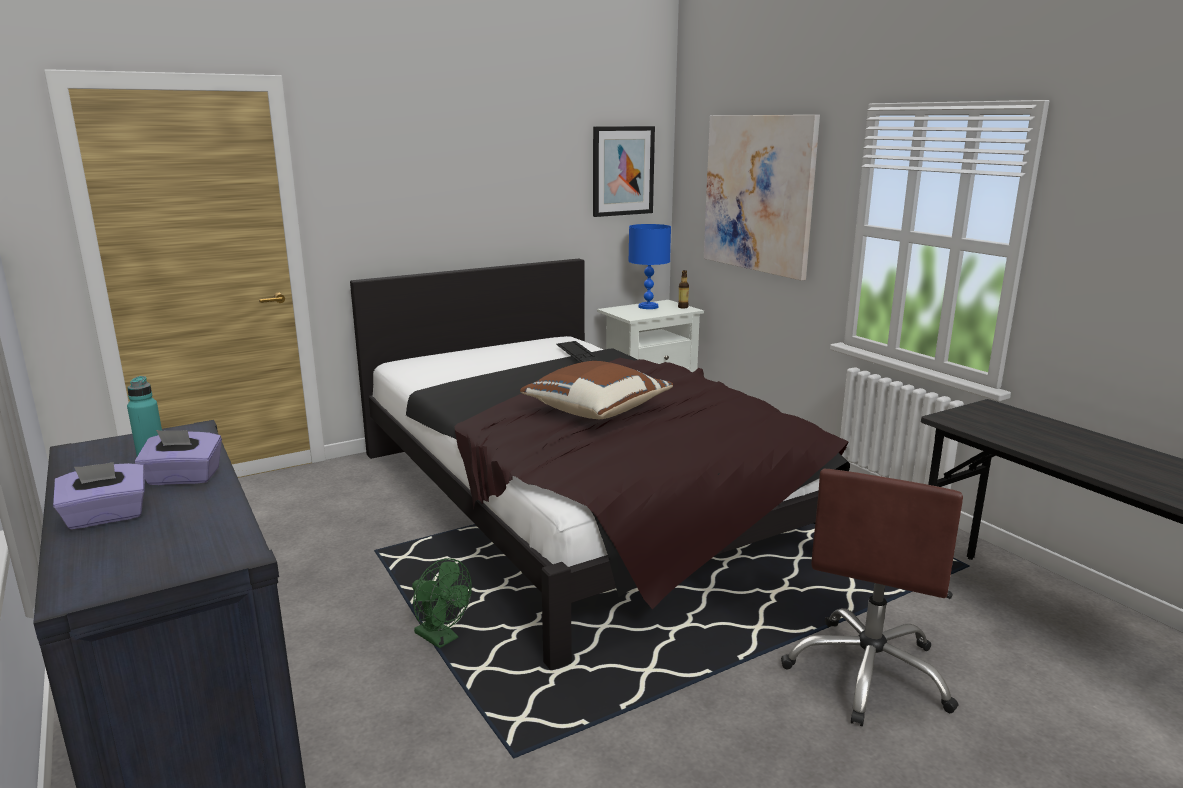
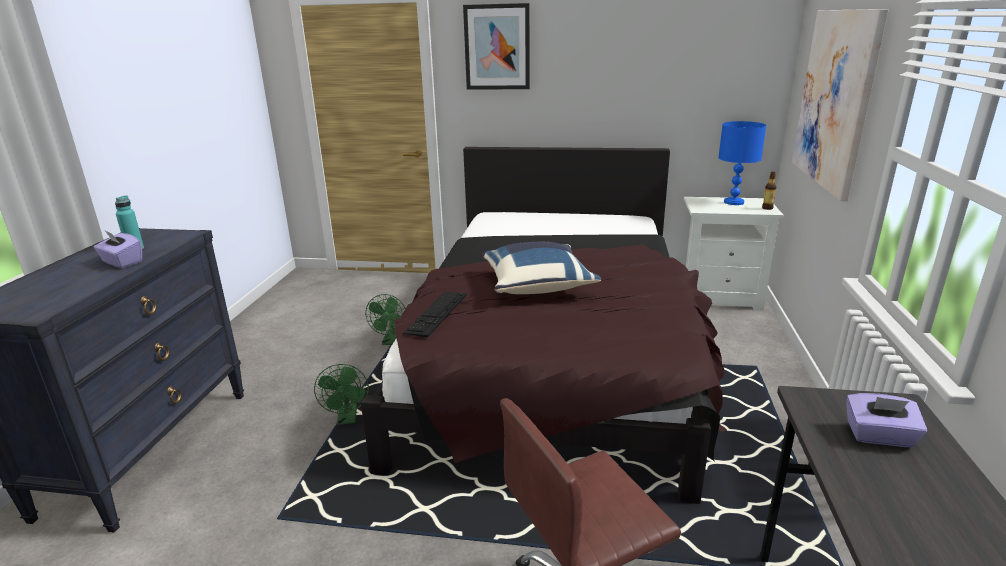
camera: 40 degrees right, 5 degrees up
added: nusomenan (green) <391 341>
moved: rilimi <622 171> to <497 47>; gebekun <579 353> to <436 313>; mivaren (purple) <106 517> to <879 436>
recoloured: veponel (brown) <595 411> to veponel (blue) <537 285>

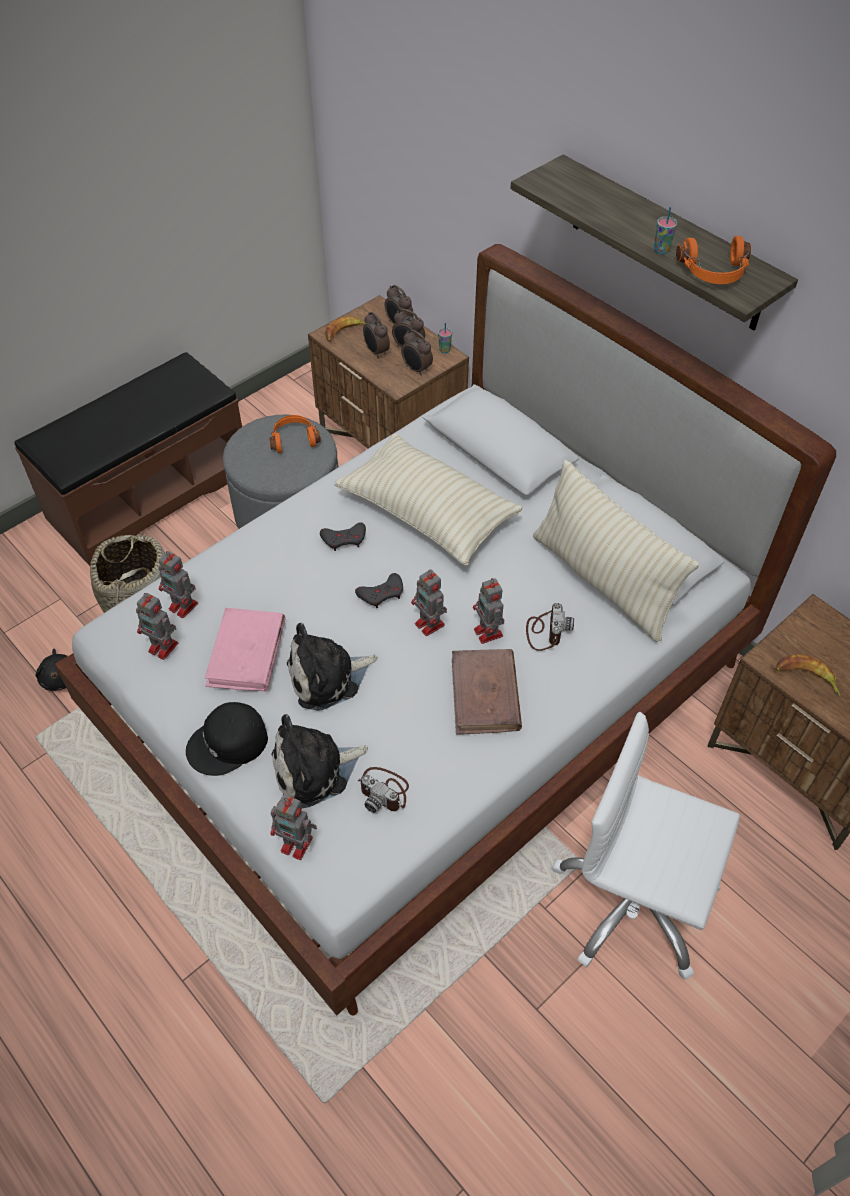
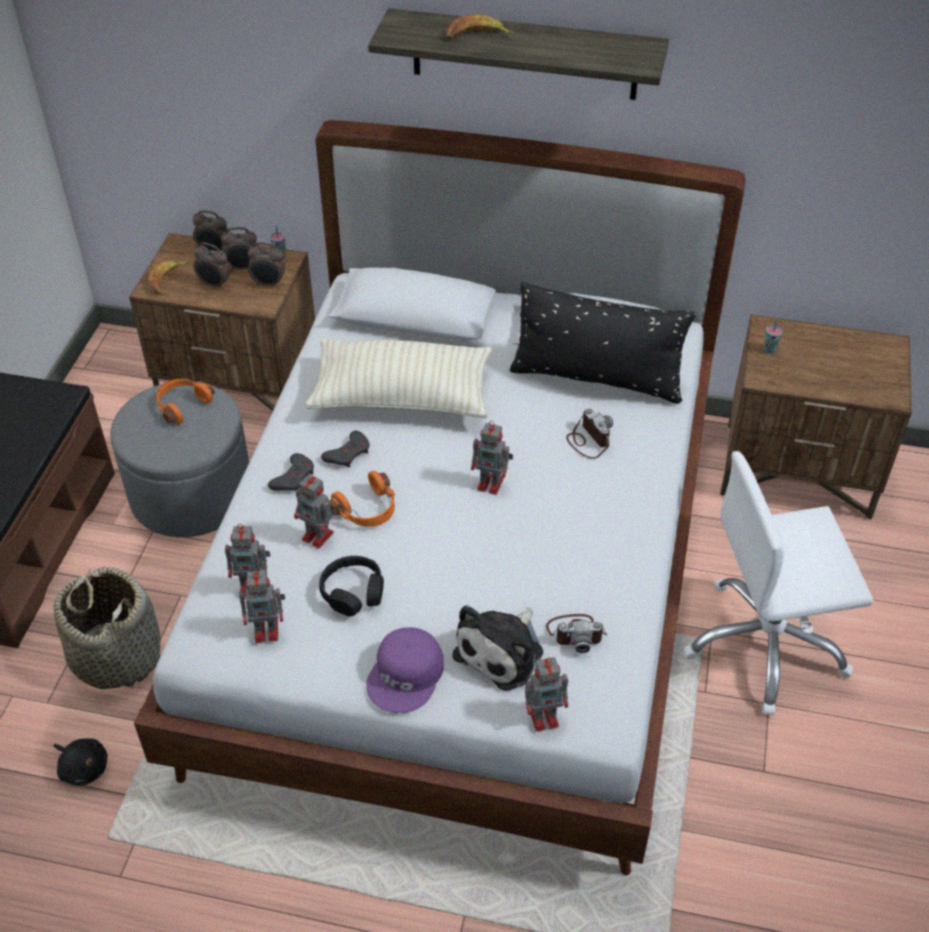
camera: 35 degrees left, 5 degrees down
removed: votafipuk <328 677>; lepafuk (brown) <485 695>
moved: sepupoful <661 250> to <769 350>; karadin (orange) <713 273> to <368 510>; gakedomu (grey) <382 593> to <293 477>; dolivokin <489 634> to <319 536>; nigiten <806 677> to <477 35>
replaced: lepafuk (pink) <247 653> to karadin (black) <353 592>
recoloured: veponel (beige) <603 581> to veponel (black) <596 379>; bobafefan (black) <228 744> to bobafefan (purple) <407 675>

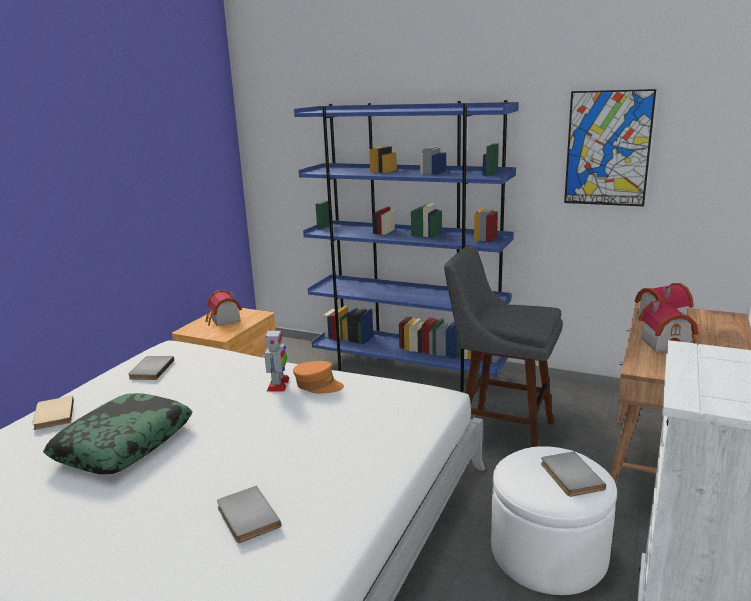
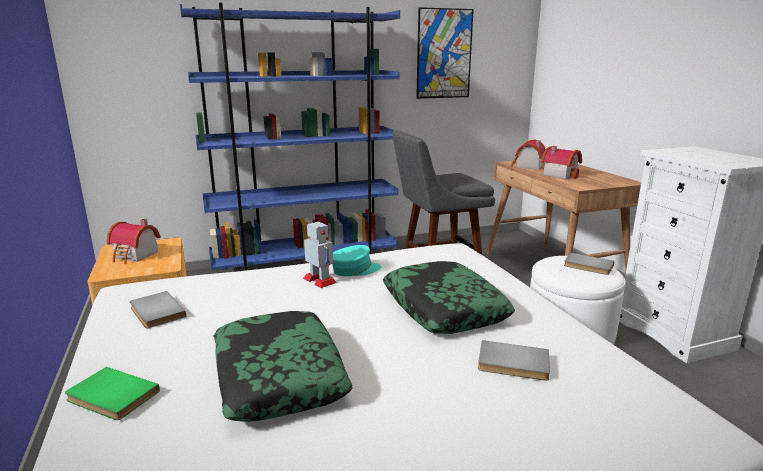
camera: 45 degrees left, 0 degrees up
added: veponel <443 308>
recoloured: bobafefan (orange) <318 385> to bobafefan (turquoise) <355 270>; lepafuk (beige) <52 415> to lepafuk (green) <110 397>

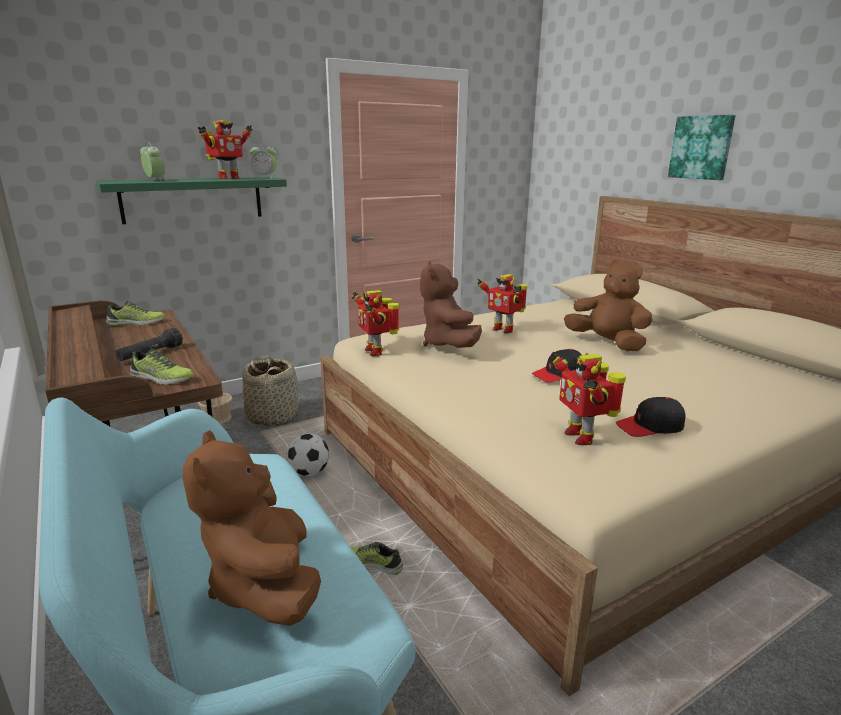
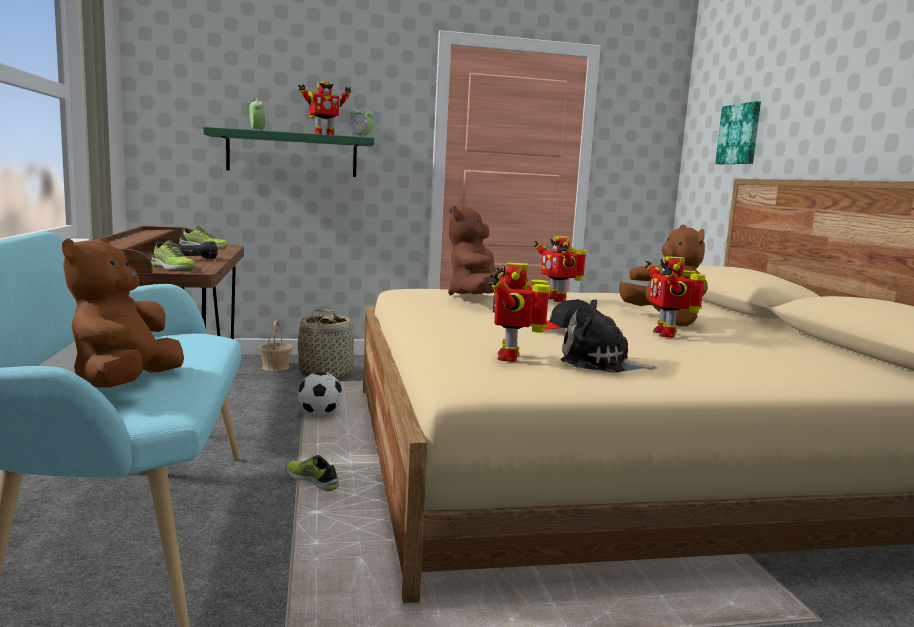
camera: 20 degrees right, 10 degrees down
moved: rilimi <701 147> to <740 134>; dolivokin <375 351> to <666 334>
replaced: bobafefan (black) <650 427> to votafipuk <600 363>

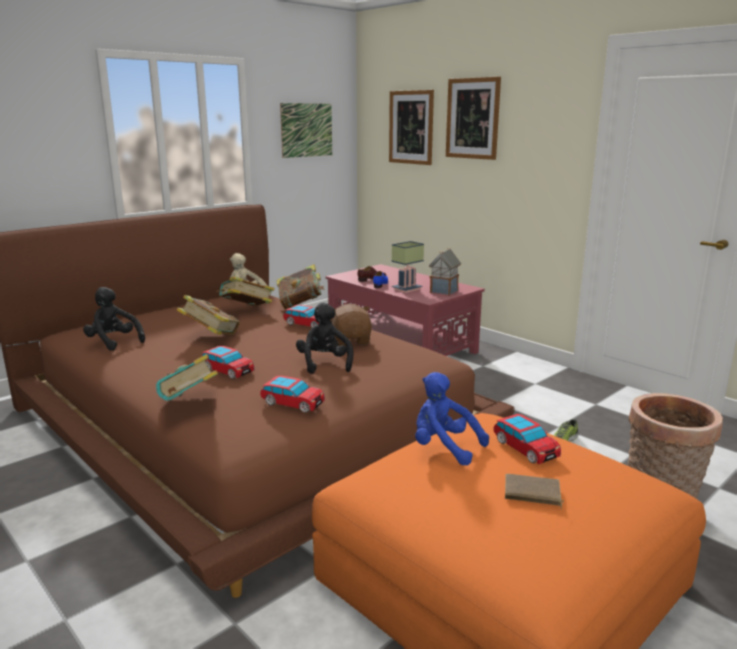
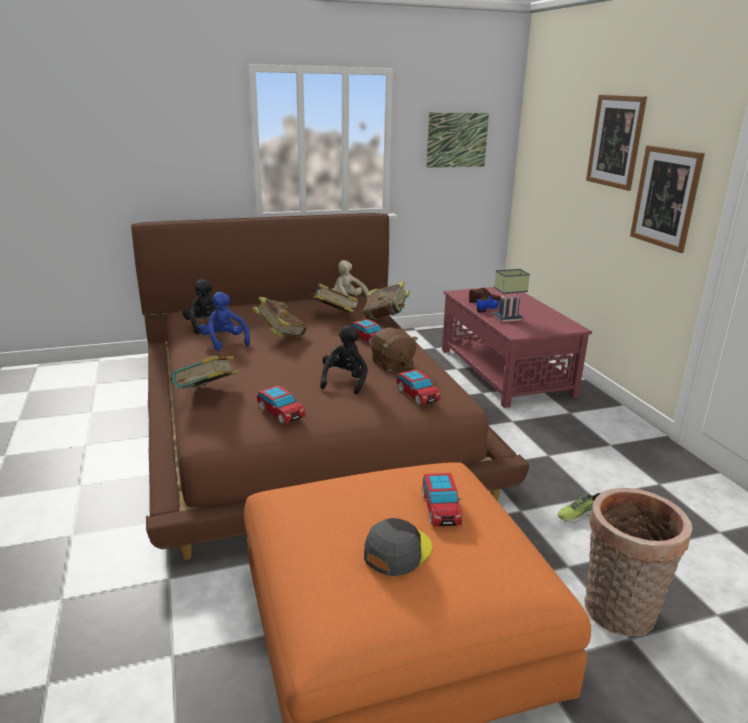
camera: 25 degrees right, 5 degrees up
removed: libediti <444 291>
moved: rilimi <411 127> to <665 197>; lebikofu <227 370> to <417 395>; votafipuk (blue) <444 448> to <224 342>
replaced: lepafuk (brown) <532 494> to bobafefan (grey) <397 551>
turned: votafipuk (brown) <351 341> = <392 364> 135 degrees clockwise

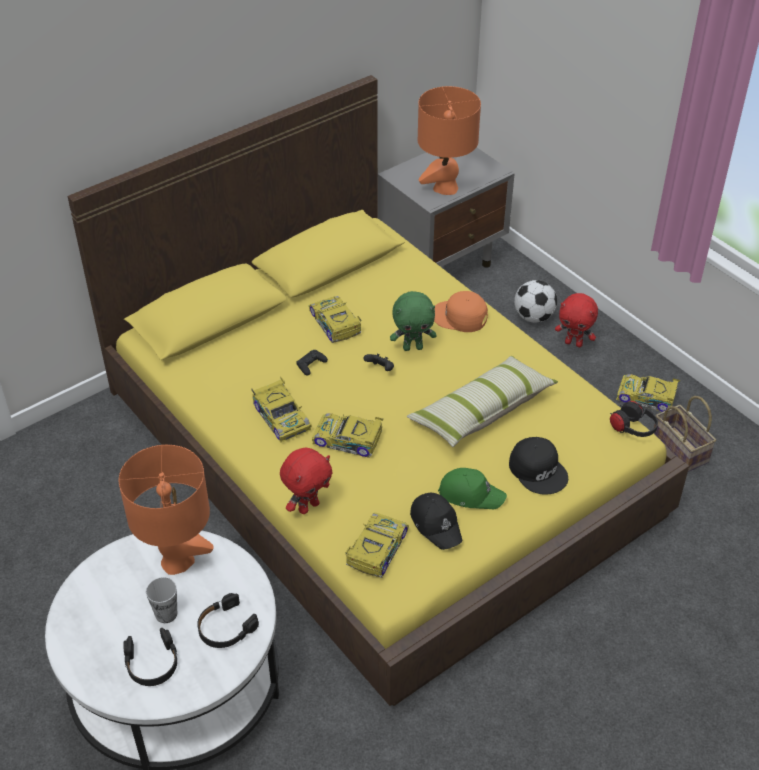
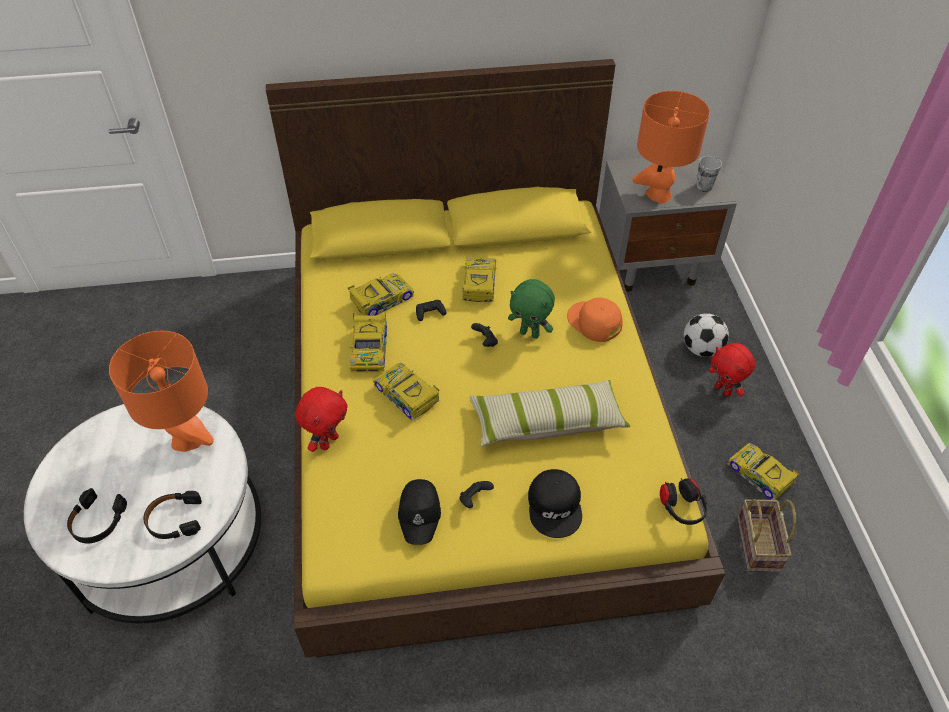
camera: 30 degrees right, 5 degrees up
moved: lebikofu <376 550> to <381 300>; sepupoful <166 614> to <704 187>
replaced: bobafefan (green) <470 494> to gakedomu (black) <474 499>
turned: votafipuk (red) <308 506> = <328 441> 45 degrees counterclockwise

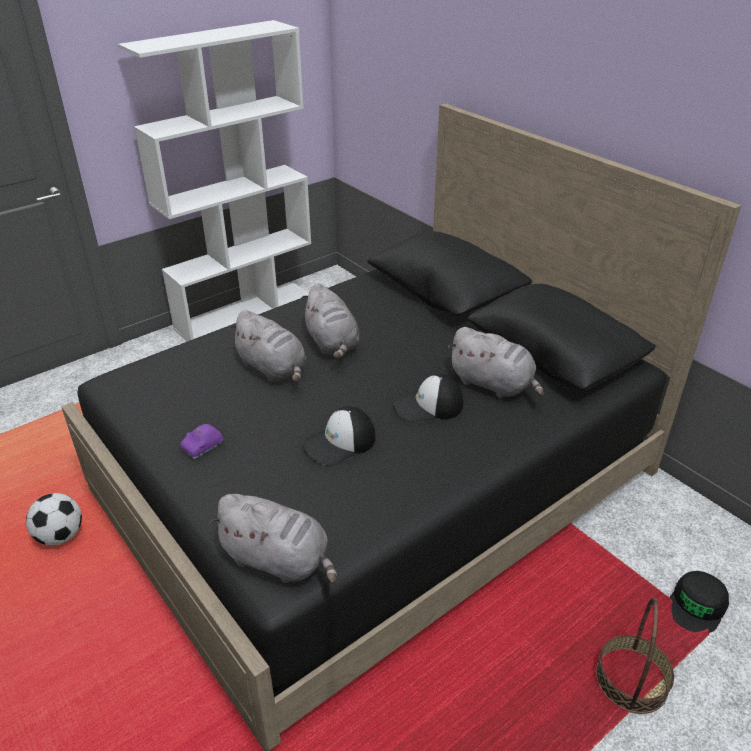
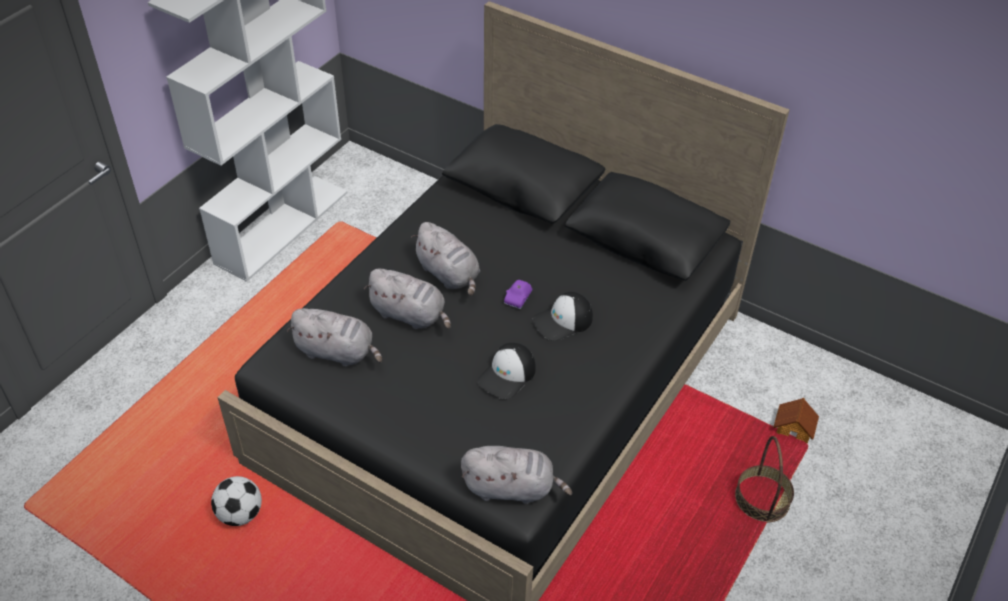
camera: 20 degrees left, 10 degrees up
moved: votafipuk (grey) <493 384> to <338 352>; lebikofu (purple) <203 447> to <518 298>
replaced: bobafefan (black) <696 606> to libediti <794 427>

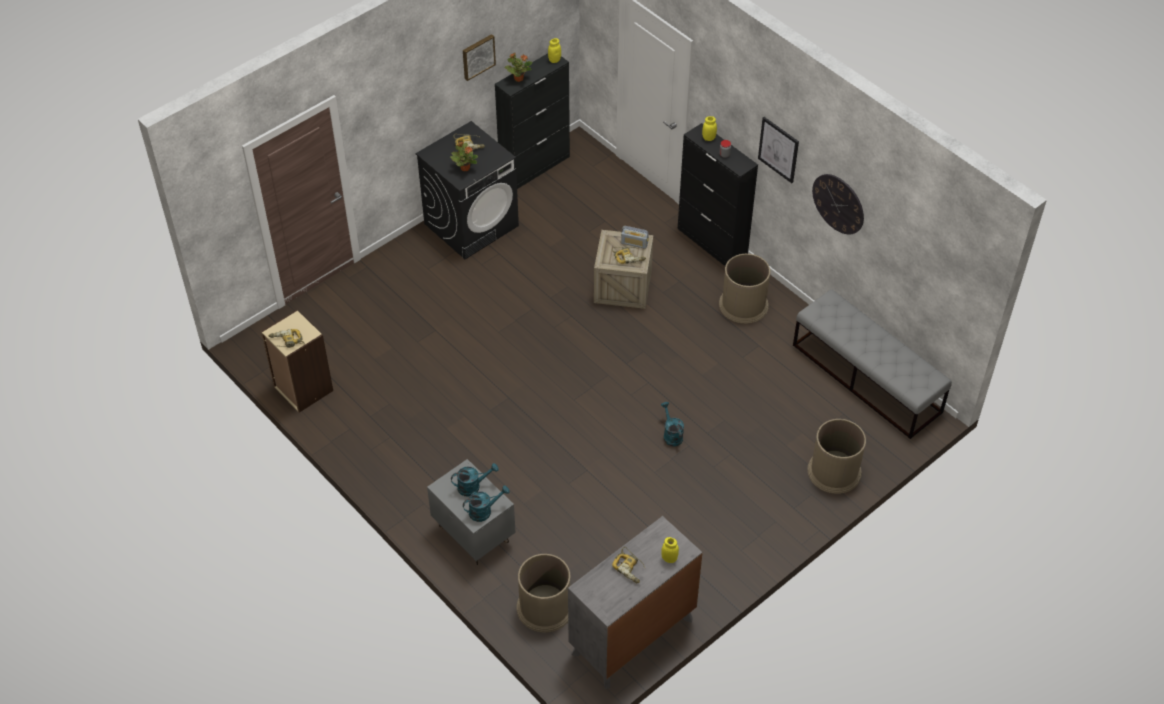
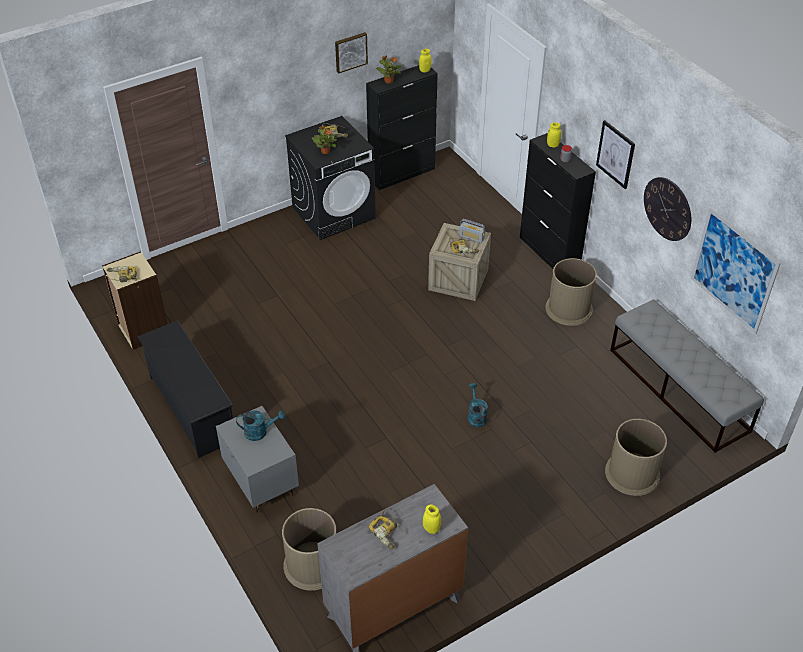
camera: 10 degrees right, 5 degrees down
removed: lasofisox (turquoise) <484 511>
added: rilimi <733 270>; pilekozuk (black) <192 408>

